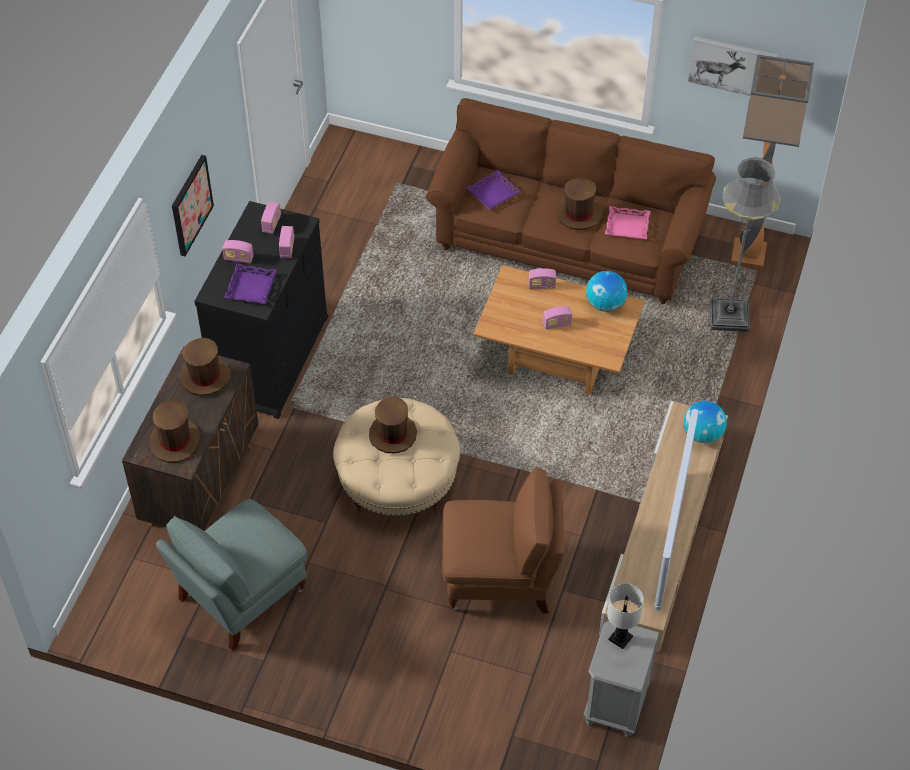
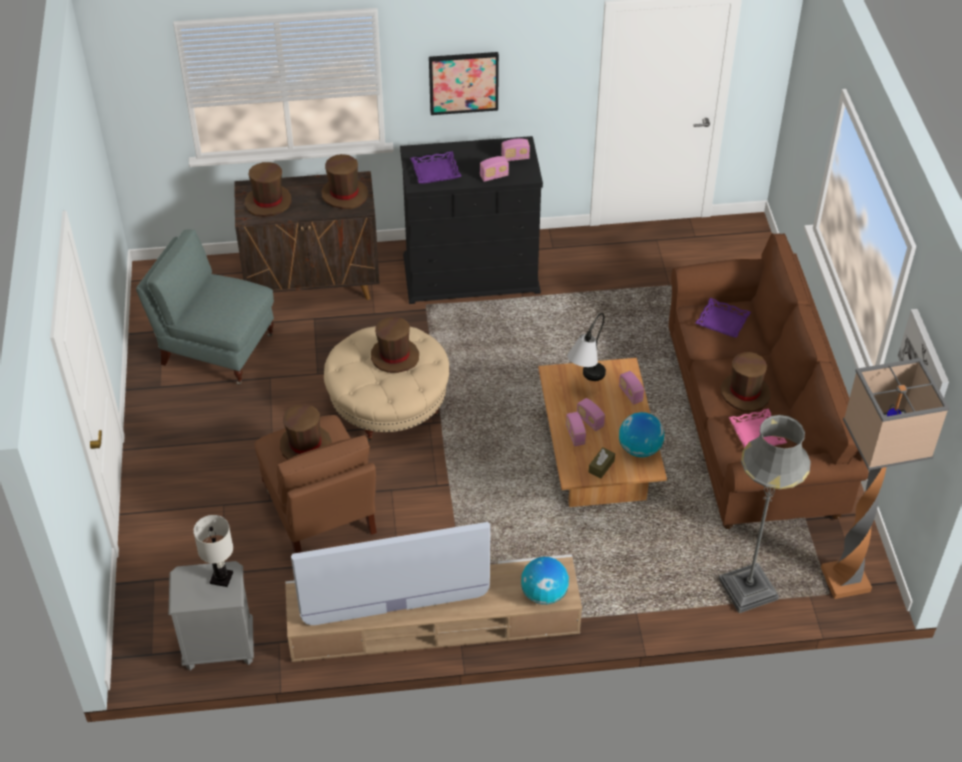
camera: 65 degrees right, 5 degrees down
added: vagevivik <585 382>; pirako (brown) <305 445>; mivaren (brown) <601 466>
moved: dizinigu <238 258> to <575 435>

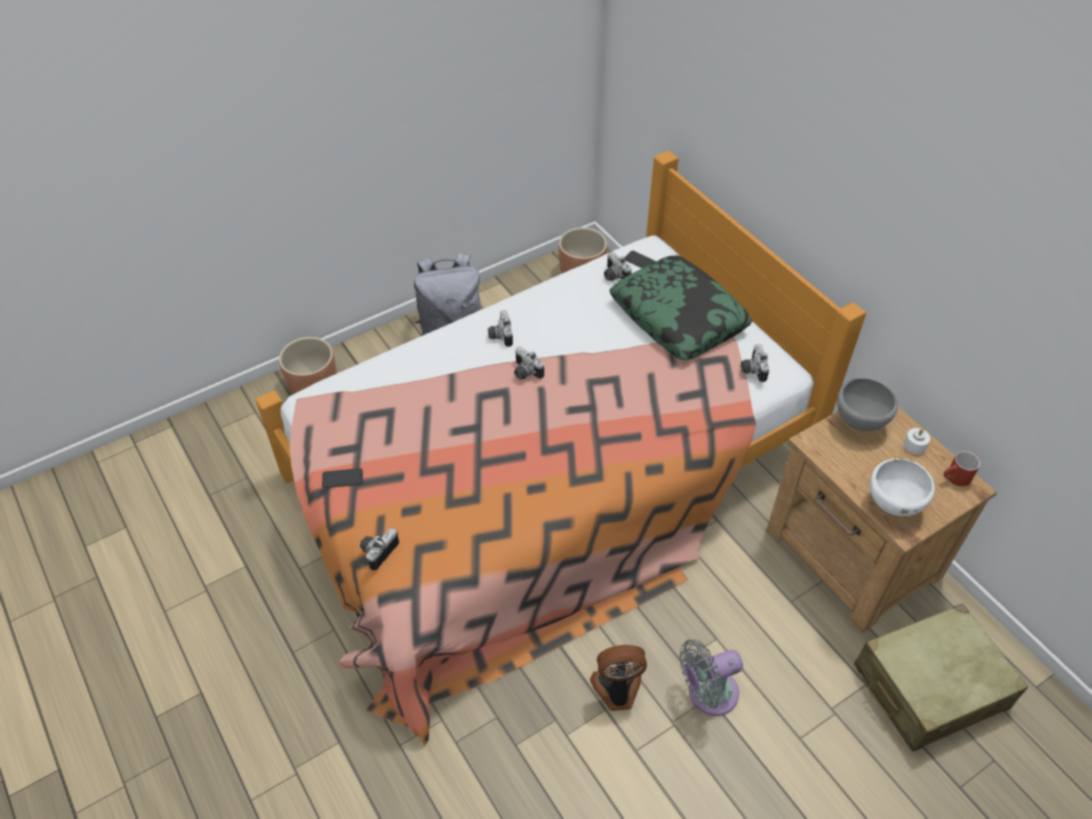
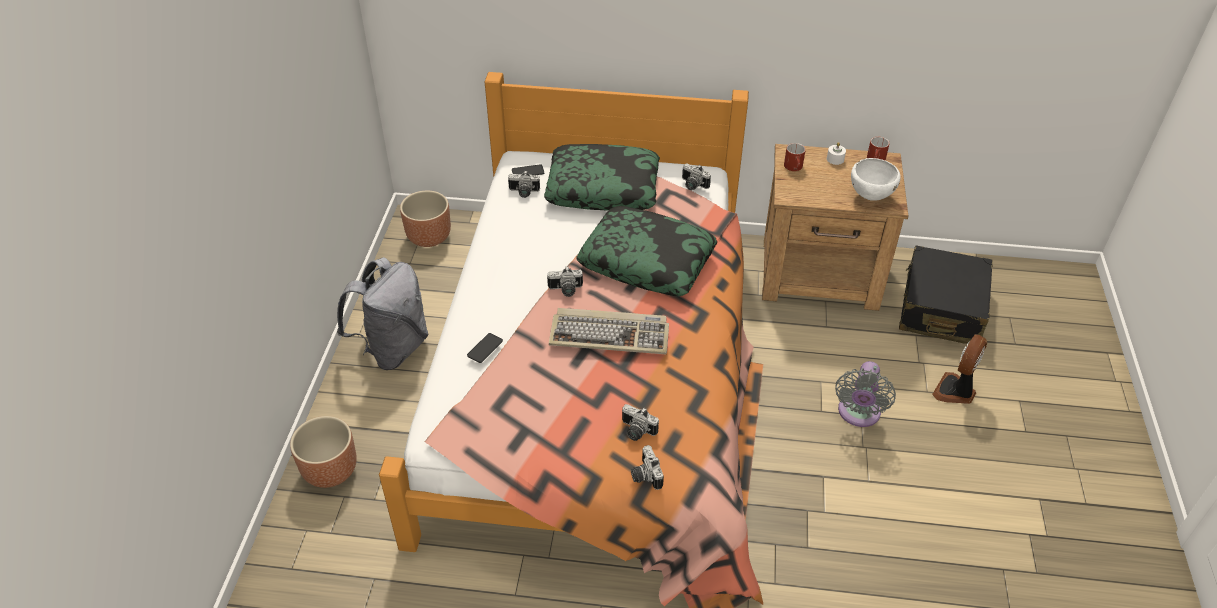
camera: 50 degrees left, 5 degrees down
added: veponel <647 261>; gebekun <610 334>
moved: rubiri <499 335> to <636 431>; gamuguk <342 478> to <485 348>; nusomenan <617 690> to <955 391>
replaced: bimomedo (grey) <860 423> to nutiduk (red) <794 168>
recoloured: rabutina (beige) <929 687> to rabutina (black) <941 309>

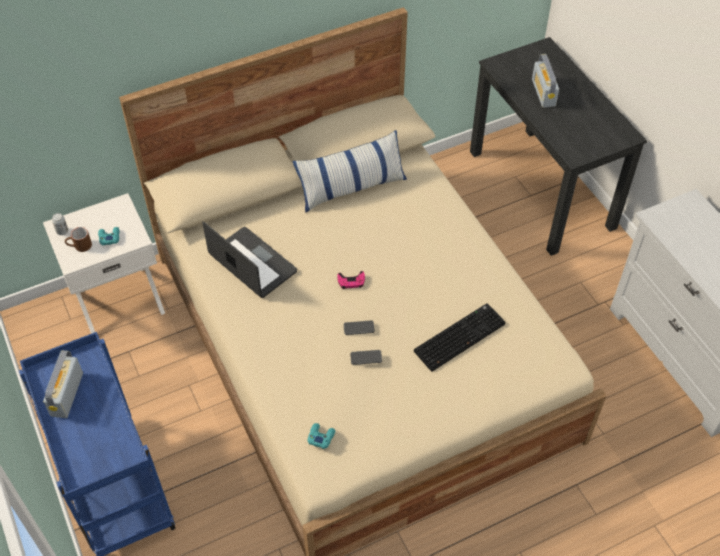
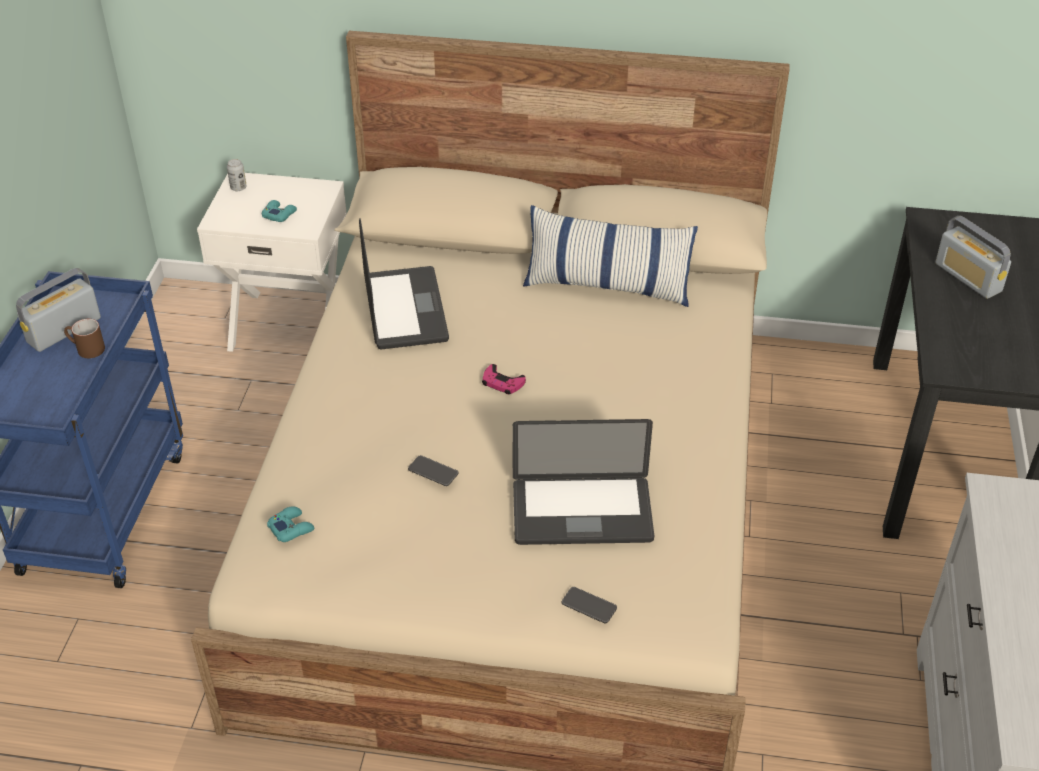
camera: 35 degrees right, 10 degrees down
moved: nutiduk (brown) <80 247> to <86 349>; gamuguk <359 328> to <589 606>
replaced: gebekun <459 336> to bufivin <582 513>
turned: dizinigu <543 93> = <968 277> 60 degrees counterclockwise

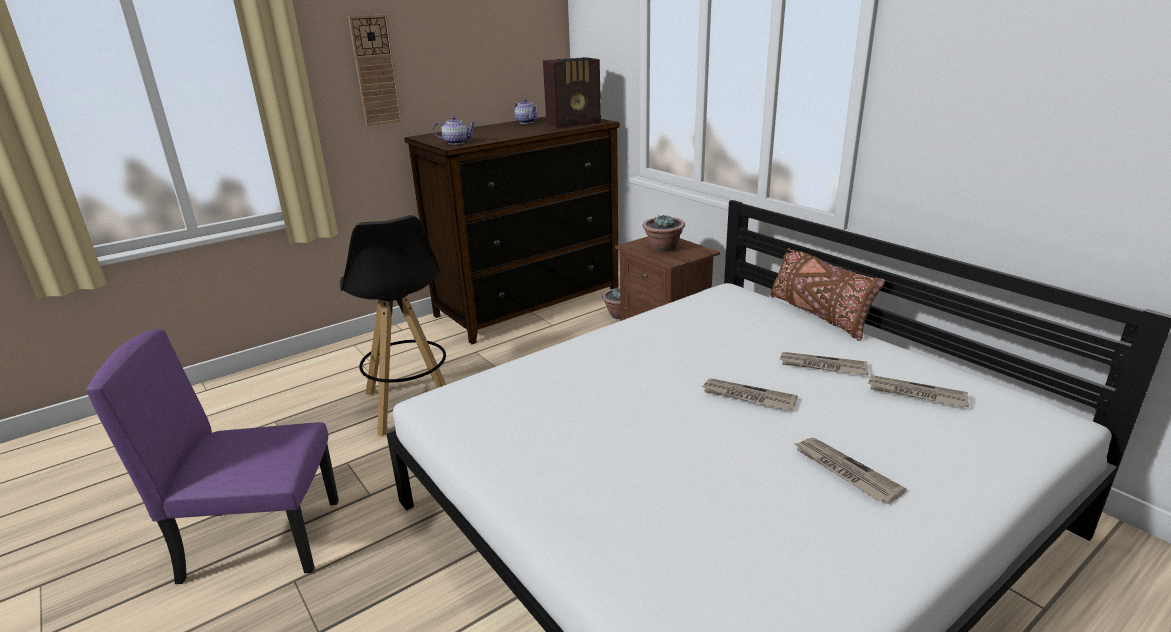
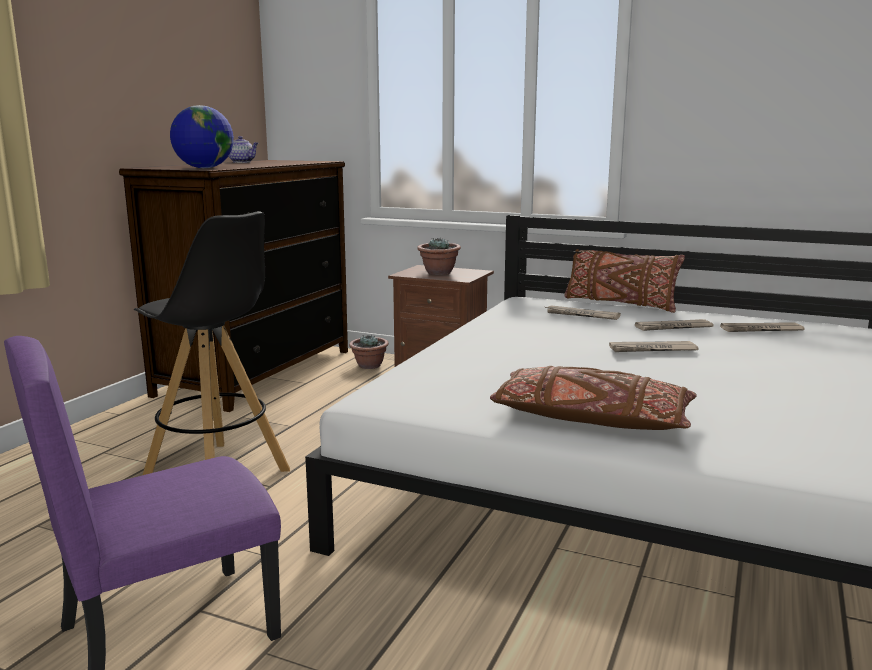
camera: 30 degrees left, 10 degrees down
removed: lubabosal <375 71>; dizinigu <575 123>
added: veponel (brown) <590 419>
moved: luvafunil <845 472> to <581 315>
replaced: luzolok <456 142> to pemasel <204 168>

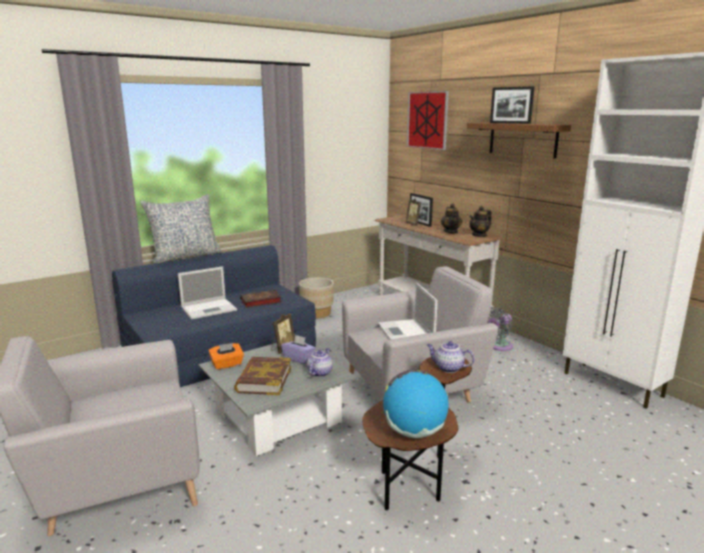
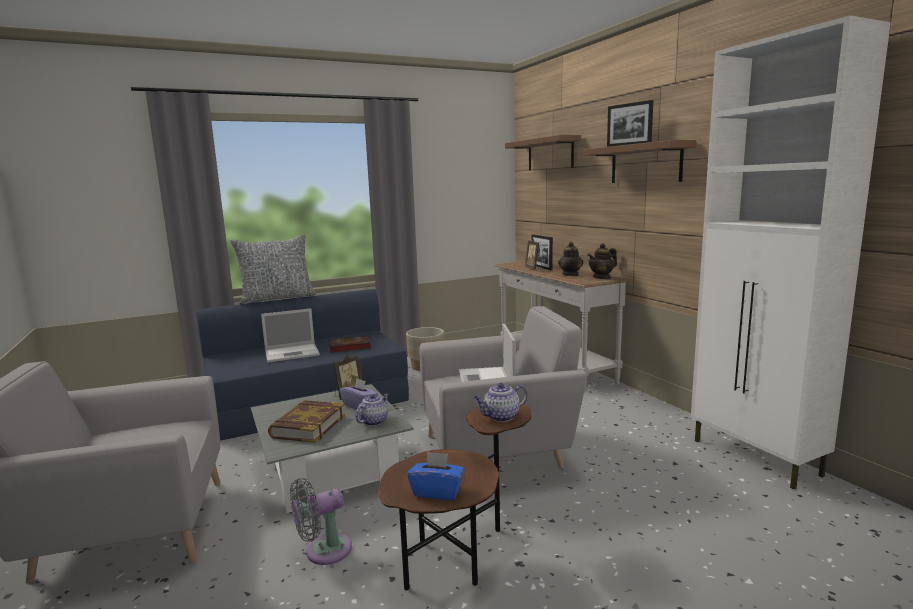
camera: 10 degrees right, 5 degrees down
removed: mivaren (orange) <227 365>
moved: nusomenan (grey) <498 346> to <323 551>
replaced: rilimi <427 120> to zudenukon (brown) <550 154>; pemasel <414 432> to mivaren (blue) <437 491>
turned: luzolok <448 368> = <500 417> 60 degrees counterclockwise

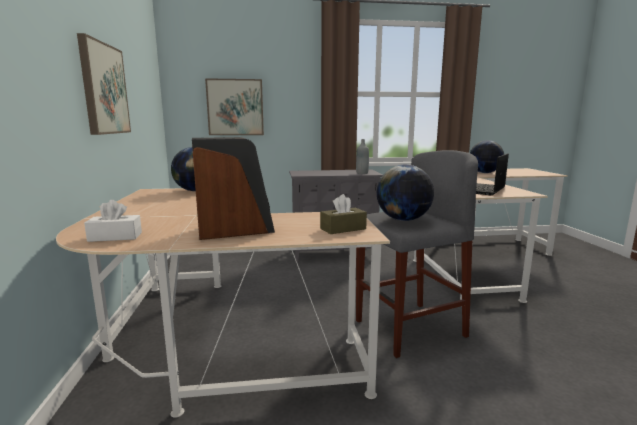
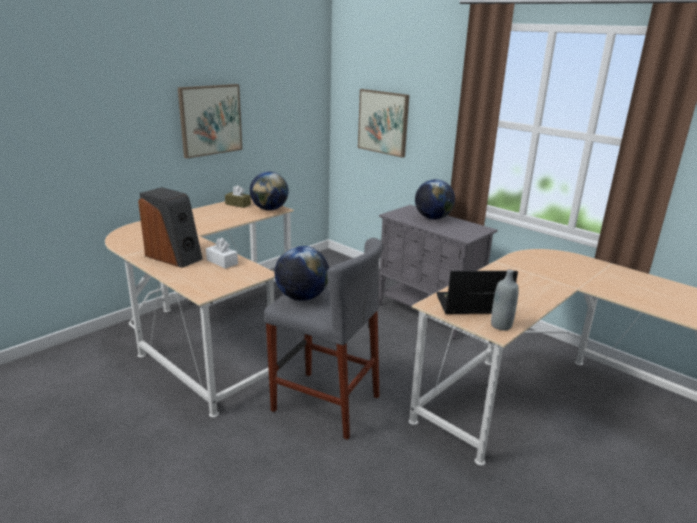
camera: 50 degrees right, 10 degrees up
moved: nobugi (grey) <362 173> to <501 325>; pemasel <484 173> to <432 218>; mivaren (brown) <343 229> to <238 204>; mivaren (white) <115 237> to <222 262>

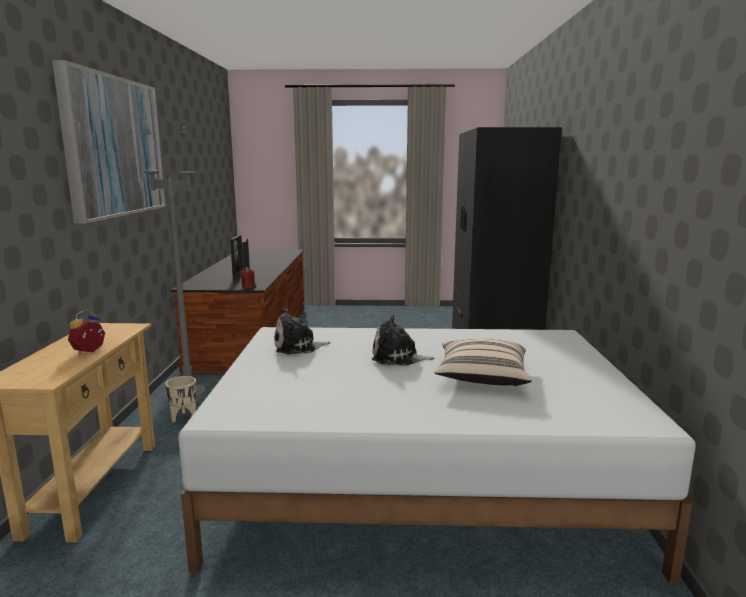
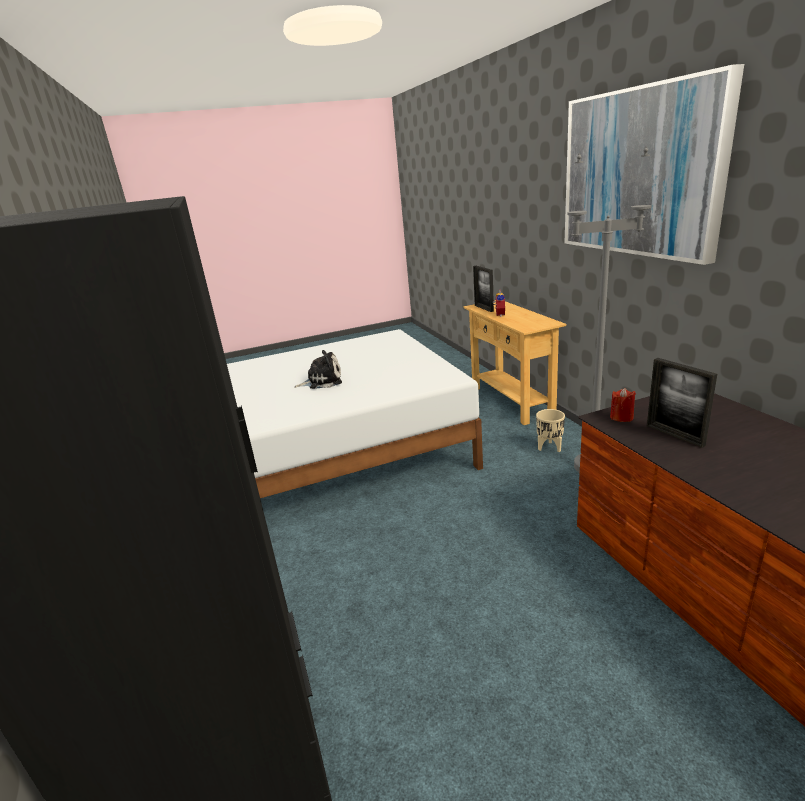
camera: 160 degrees right, 10 degrees up
removed: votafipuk <298 347>; veponel (beige) <482 377>
moved: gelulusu <238 275> to <484 308>

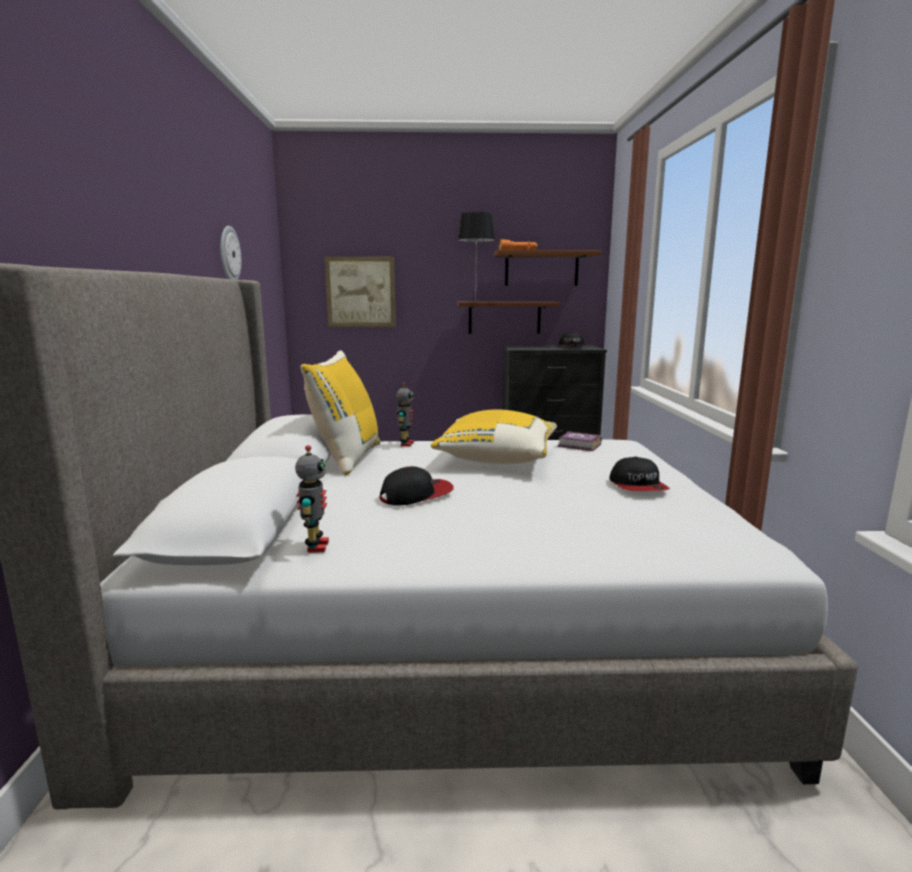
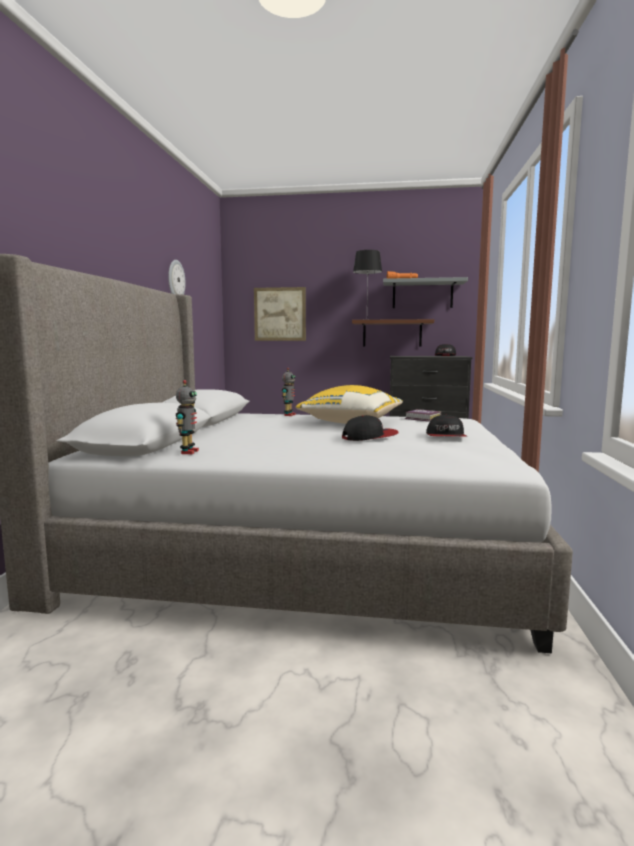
camera: 10 degrees right, 5 degrees down
removed: veponel (yellow) <346 458>
moved: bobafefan <416 495> to <370 437>
recoloured: zudenukon (brown) <541 269> to zudenukon (grey) <422 294>

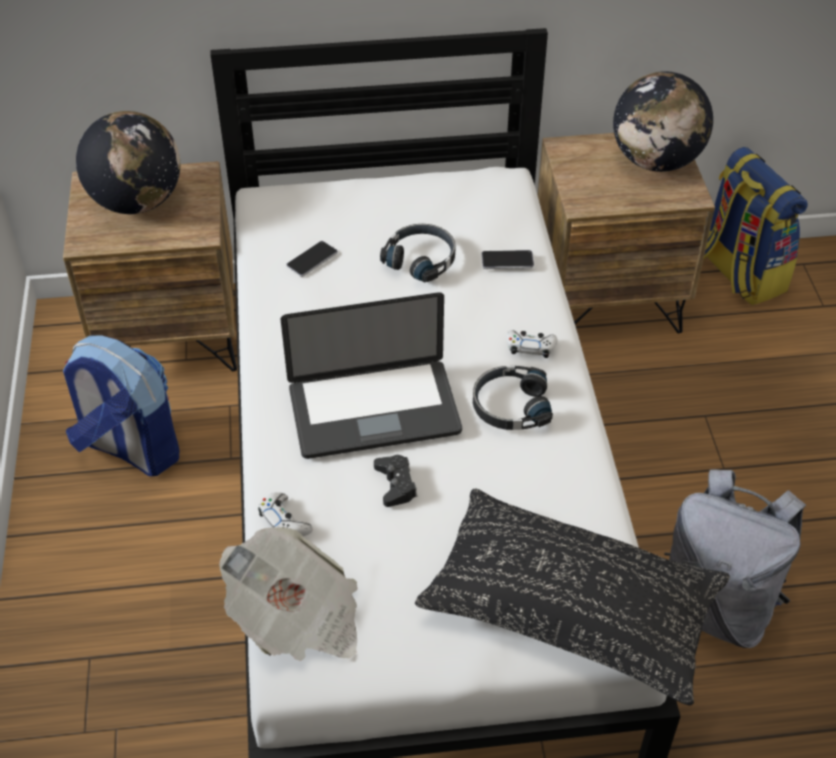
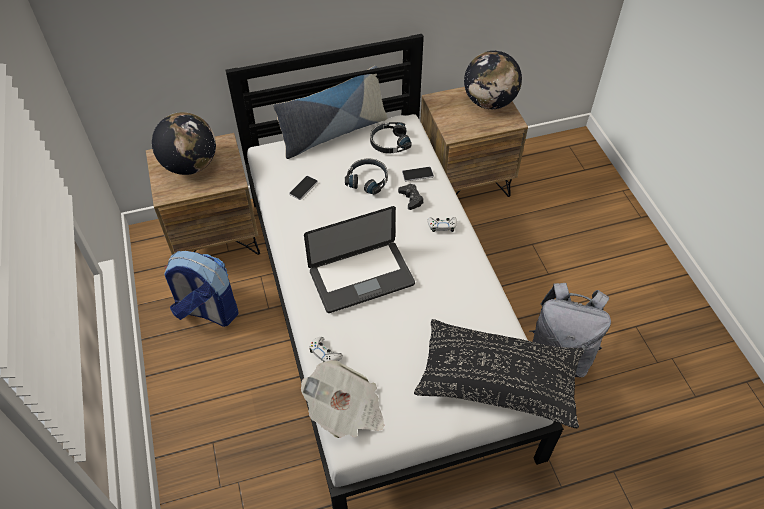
camera: 10 degrees left, 5 degrees up
removed: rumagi <740 274>
added: veponel <333 133>
moved: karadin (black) <510 406> to <389 142>; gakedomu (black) <396 484> to <411 199>

